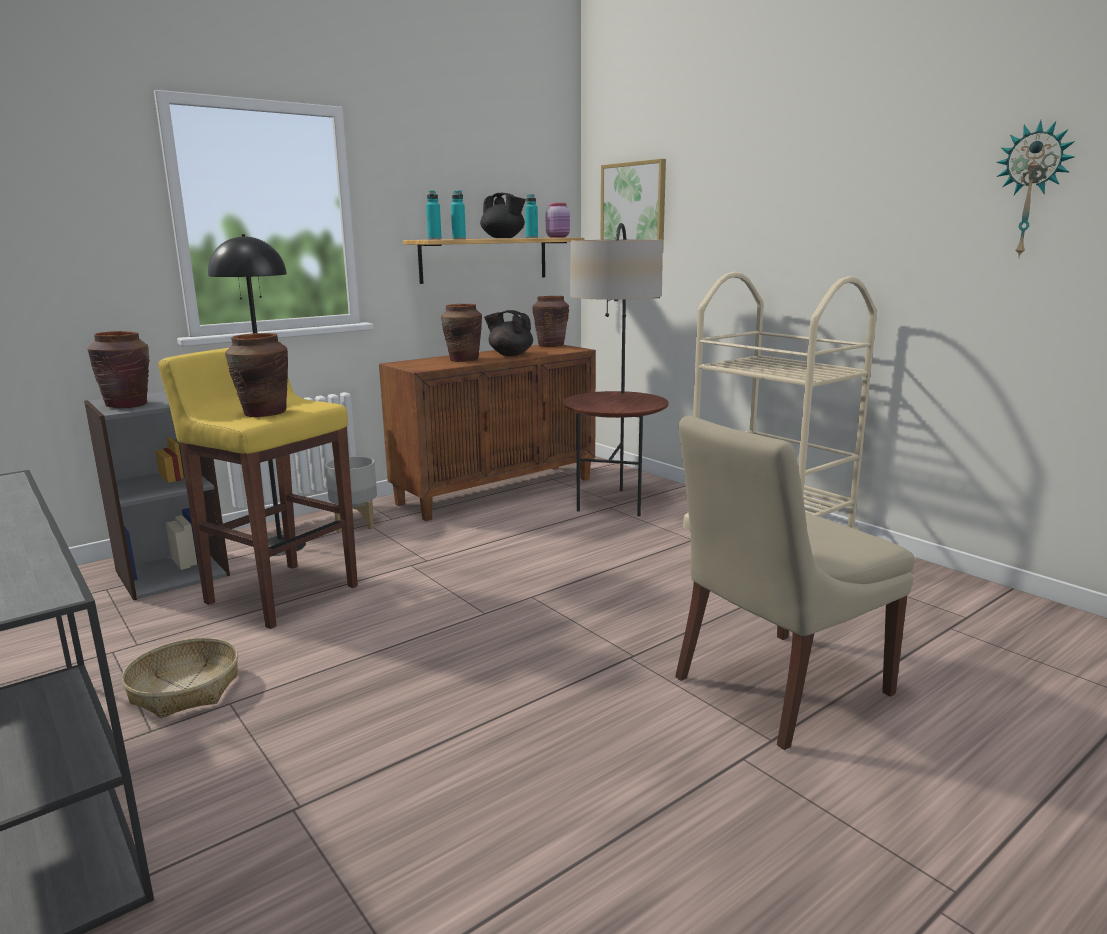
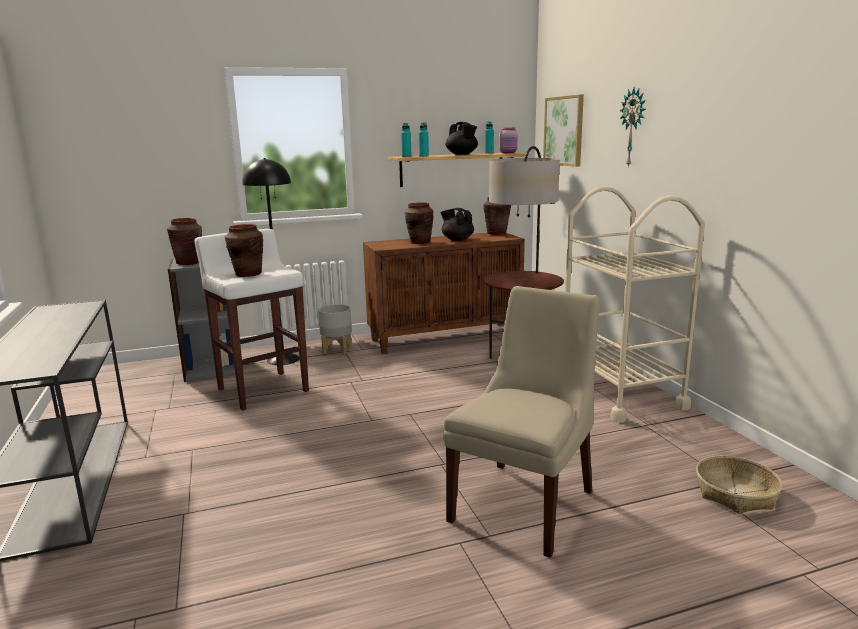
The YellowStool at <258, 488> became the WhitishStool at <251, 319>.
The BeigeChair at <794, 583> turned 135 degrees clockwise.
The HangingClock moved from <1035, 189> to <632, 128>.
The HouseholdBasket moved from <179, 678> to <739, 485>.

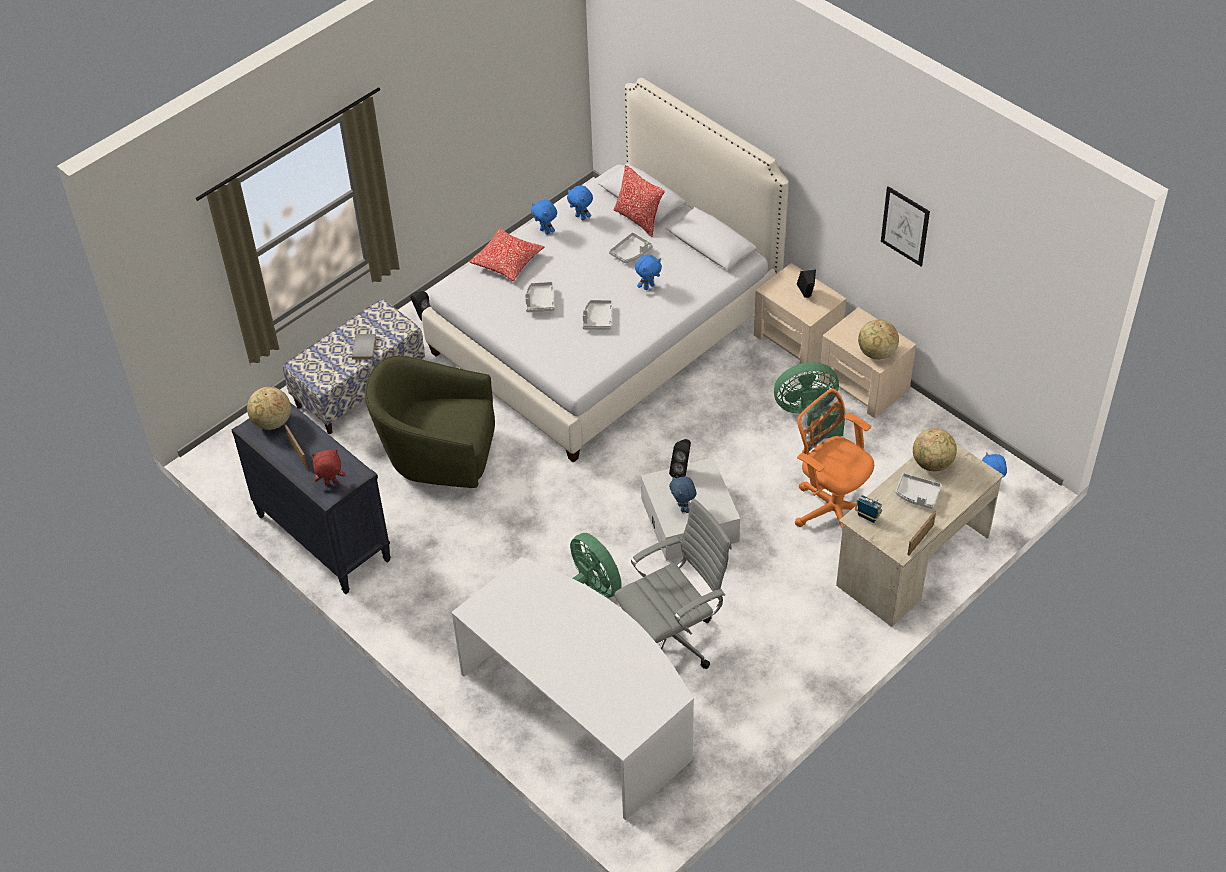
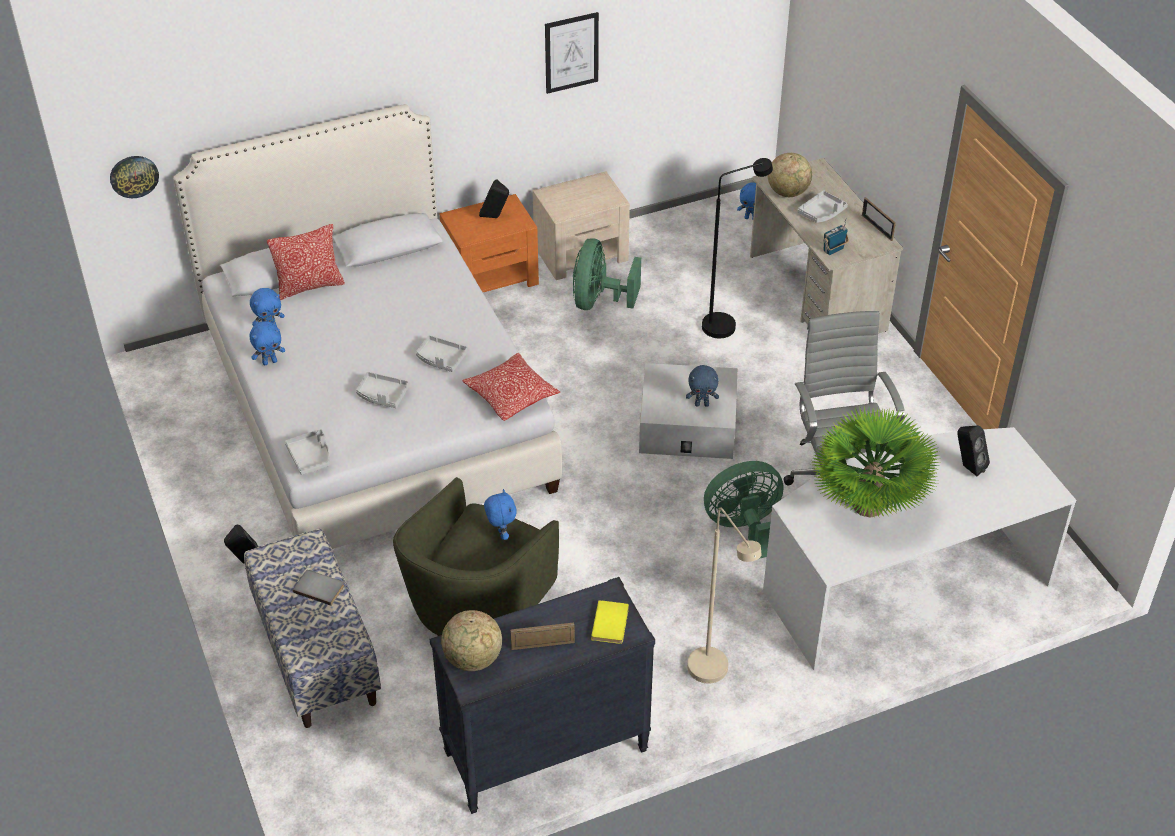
The HangingClock at <134, 177> appeared.
The GreyServingTray moved from <631, 247> to <307, 452>.
The BeigeNightstand at <800, 313> became the OrangeNightstand at <489, 243>.
The Pillow moved from <506, 254> to <511, 387>.
The BlueColouredSoftToy moved from <648, 272> to <500, 514>.
The RedColouredSoftToy at <328, 467> was replaced by the YellowVolume at <610, 622>.
The BeigeFloorLamp at <724, 595> appeared.
The OrangeDeskChair at <834, 459> was replaced by the BlackColouredFloorLamp at <737, 248>.
The Houseplant at <876, 462> appeared.
The BlackColouredLoudspeaker moved from <680, 458> to <973, 450>.
The WorldGlobe at <878, 340> disappeared.

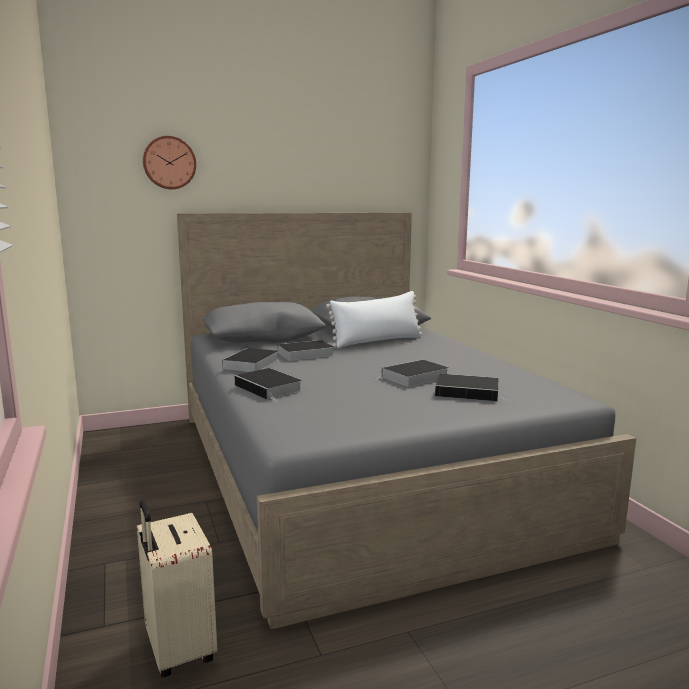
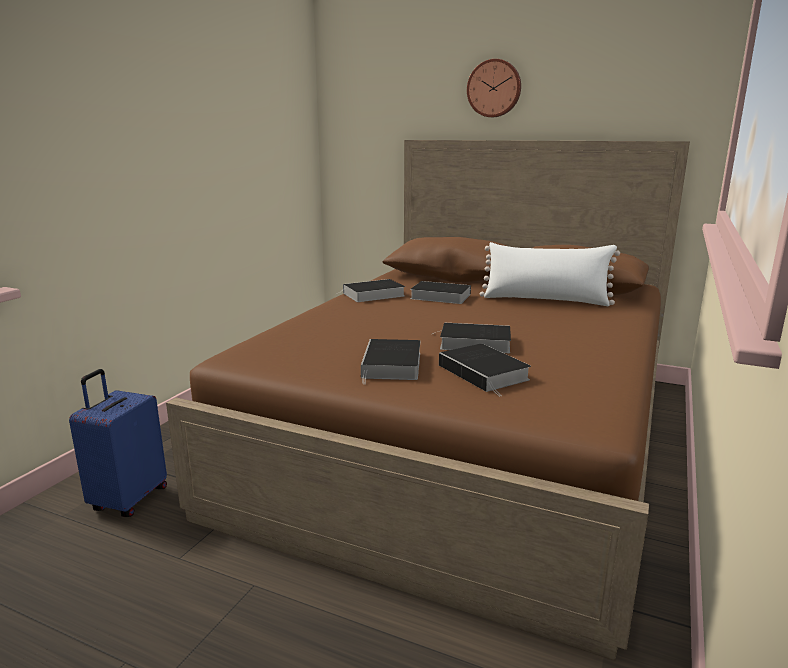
The BeigeTravelCase at <177, 588> became the BlueColouredTravelCase at <118, 443>.
The GreySleepingBed at <406, 421> became the BrownSleepingBed at <428, 400>.
The Volume moved from <268, 385> to <390, 361>.
The HangingClock moved from <169, 162> to <494, 88>.

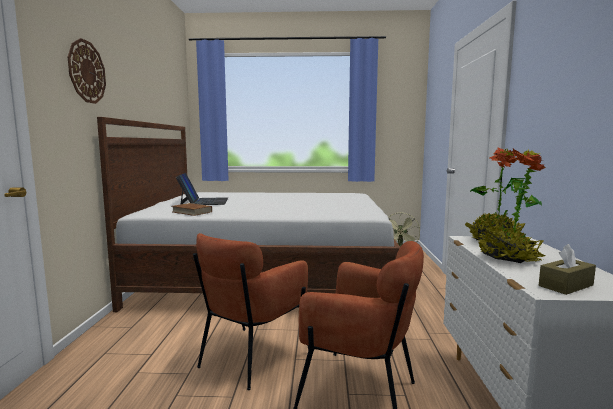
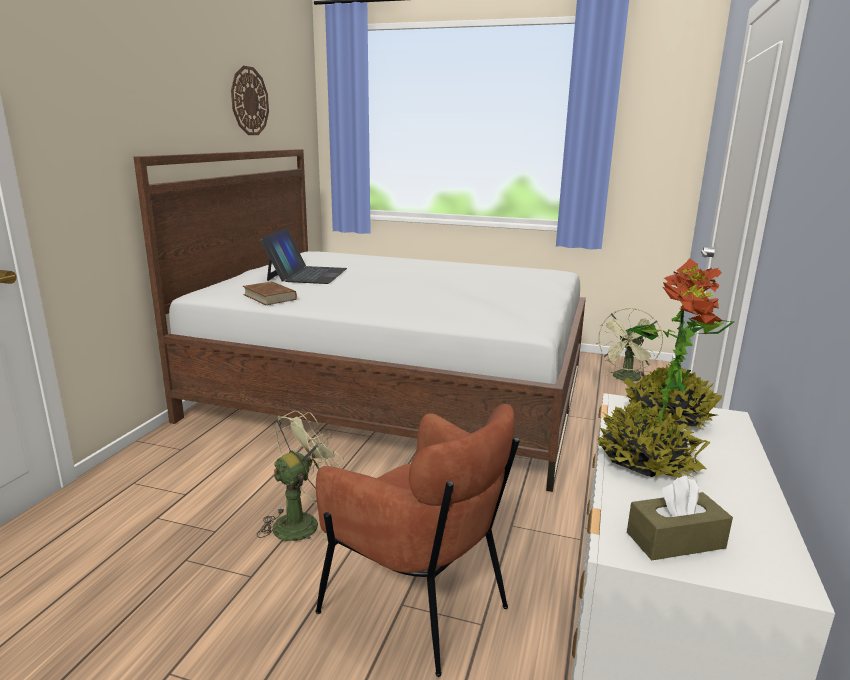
The HangingClock moved from <87, 71> to <250, 100>.
The BrownLoungeChair at <251, 311> was replaced by the GreenishCoolingFan at <300, 476>.

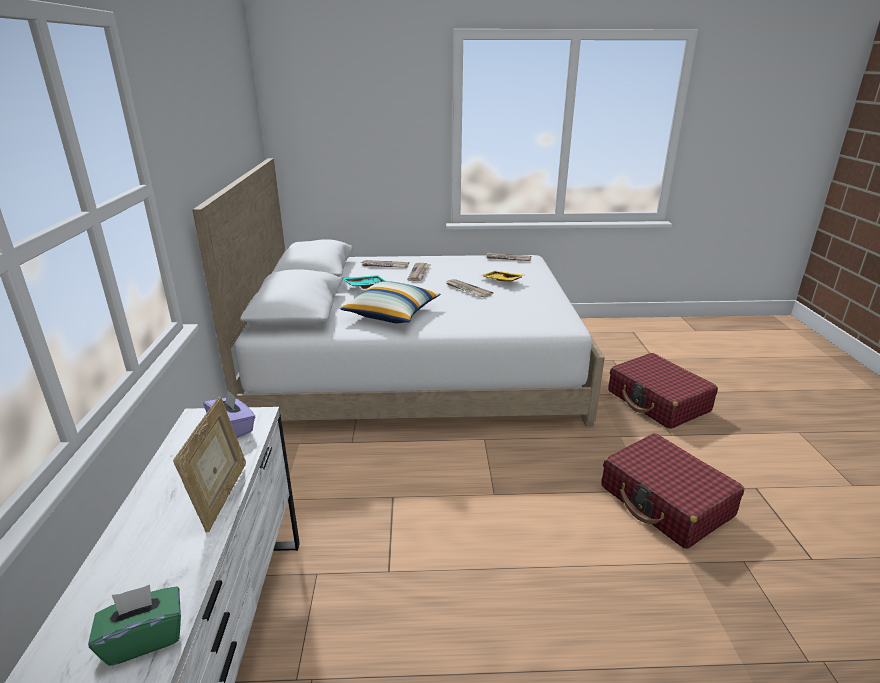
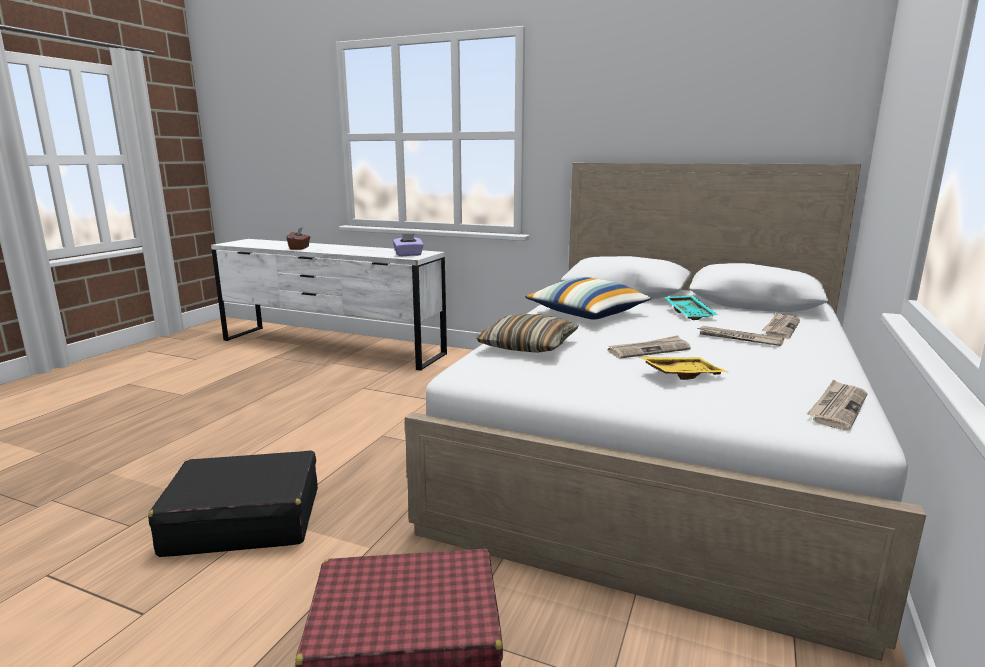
The RedColouredTravelCase at <672, 491> became the BlackColouredTravelCase at <233, 503>.
The GreenishTissueHolder at <134, 625> became the BrownTissueHolder at <298, 238>.
The Pillow at <527, 333> appeared.
The PictureFrame at <209, 464> disappeared.

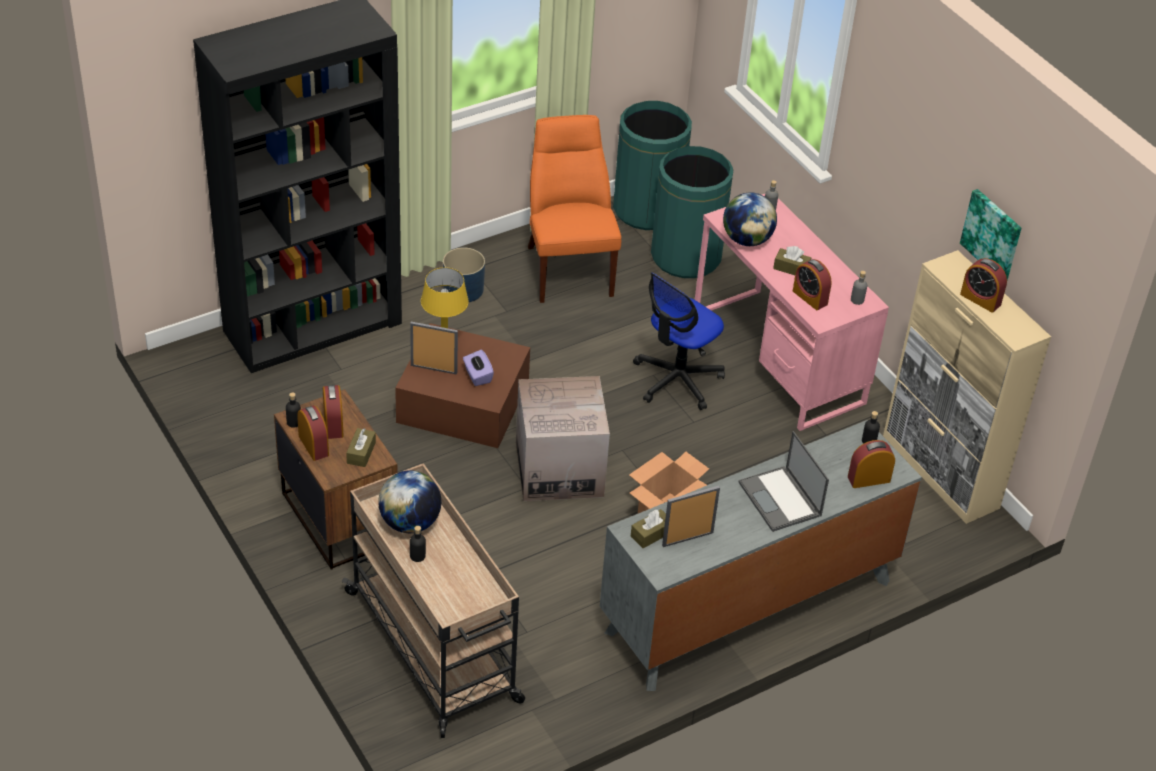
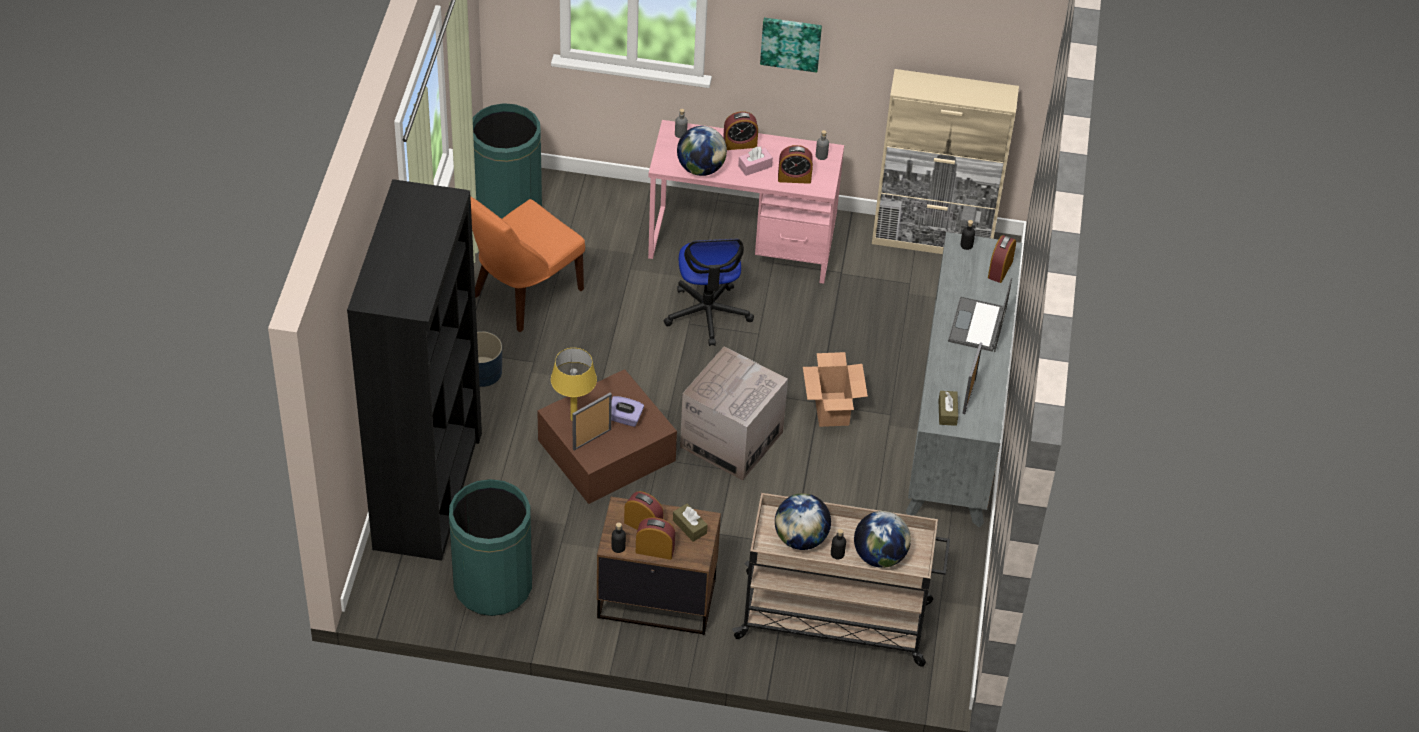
The GreenishWasteBin moved from <692, 212> to <490, 547>.
The OrangeChair at <574, 209> turned 75 degrees counterclockwise.
The AlarmClock moved from <983, 285> to <740, 130>.
The BrownTissueHolder at <792, 260> became the PinkColouredTissueHolder at <755, 161>.
The WallArt moved from <990, 234> to <791, 45>.
The WorldGlobe at <882, 539> appeared.
The NotebookComputer at <783, 481> turned 90 degrees clockwise.

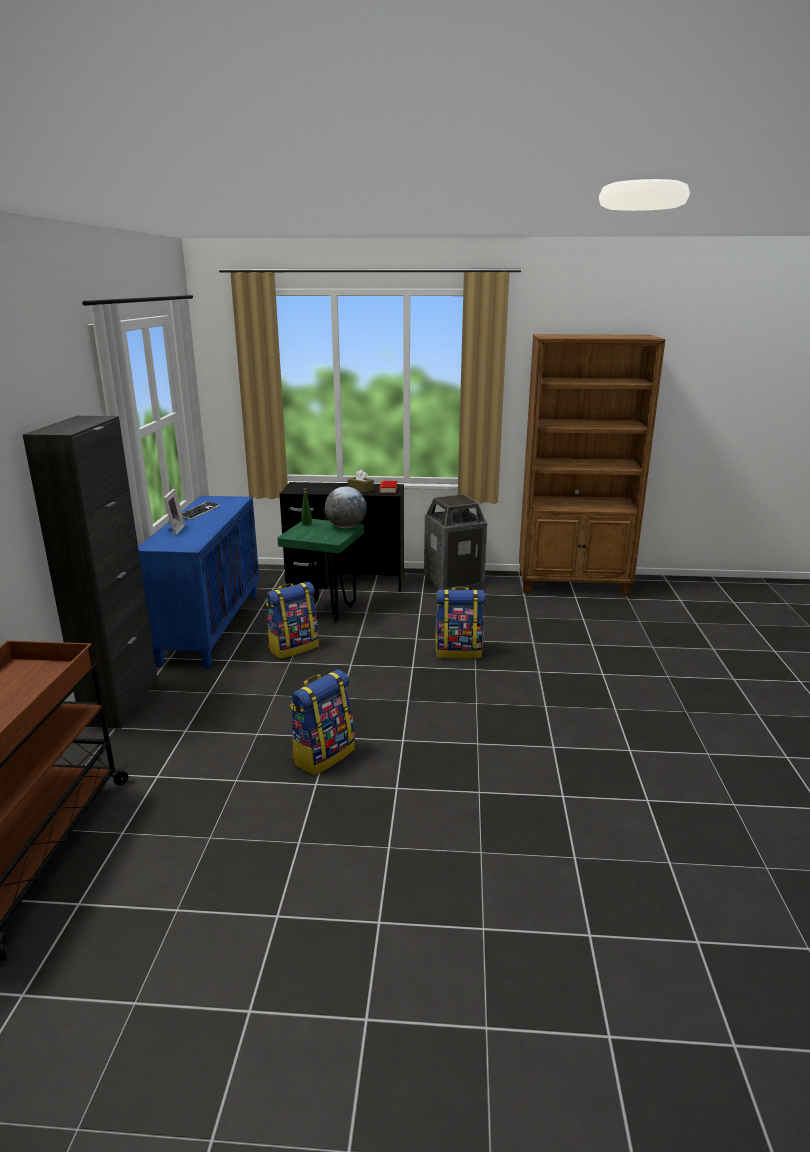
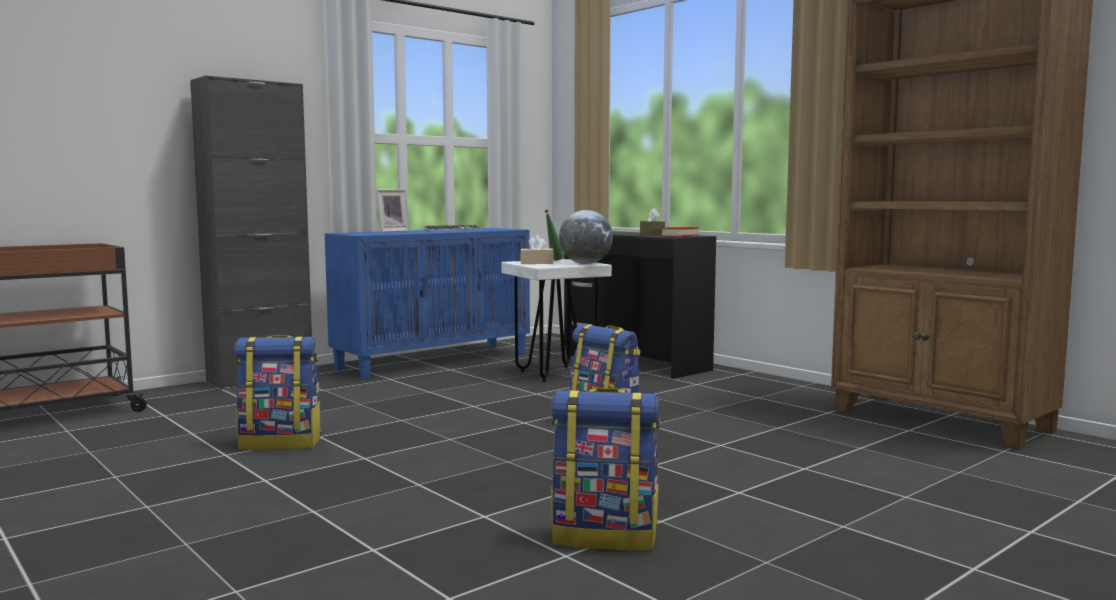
The GreenishStool at <320, 571> became the WhitishStool at <556, 320>.
The BeigeTissueHolder at <537, 249> appeared.
The Knapsack moved from <292, 620> to <605, 469>.
The WasteBin at <455, 542> disappeared.

